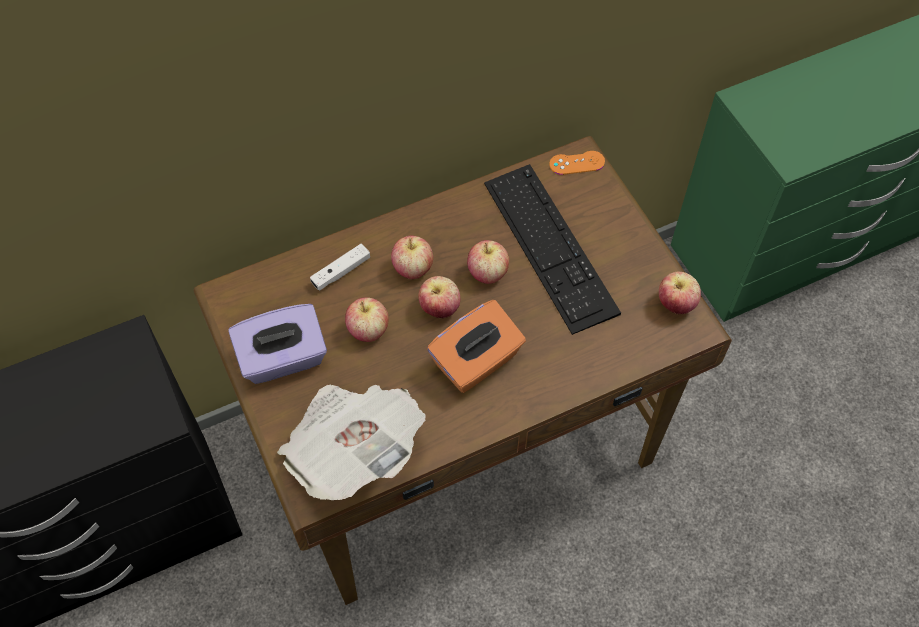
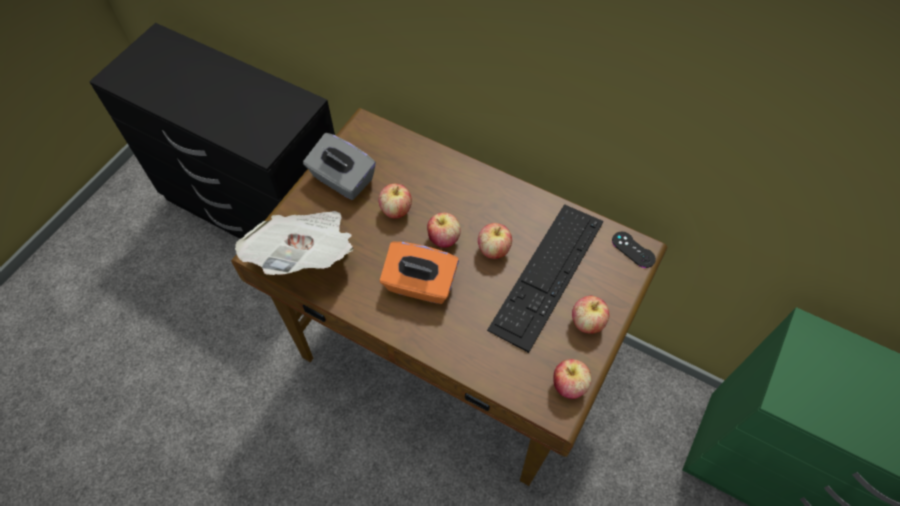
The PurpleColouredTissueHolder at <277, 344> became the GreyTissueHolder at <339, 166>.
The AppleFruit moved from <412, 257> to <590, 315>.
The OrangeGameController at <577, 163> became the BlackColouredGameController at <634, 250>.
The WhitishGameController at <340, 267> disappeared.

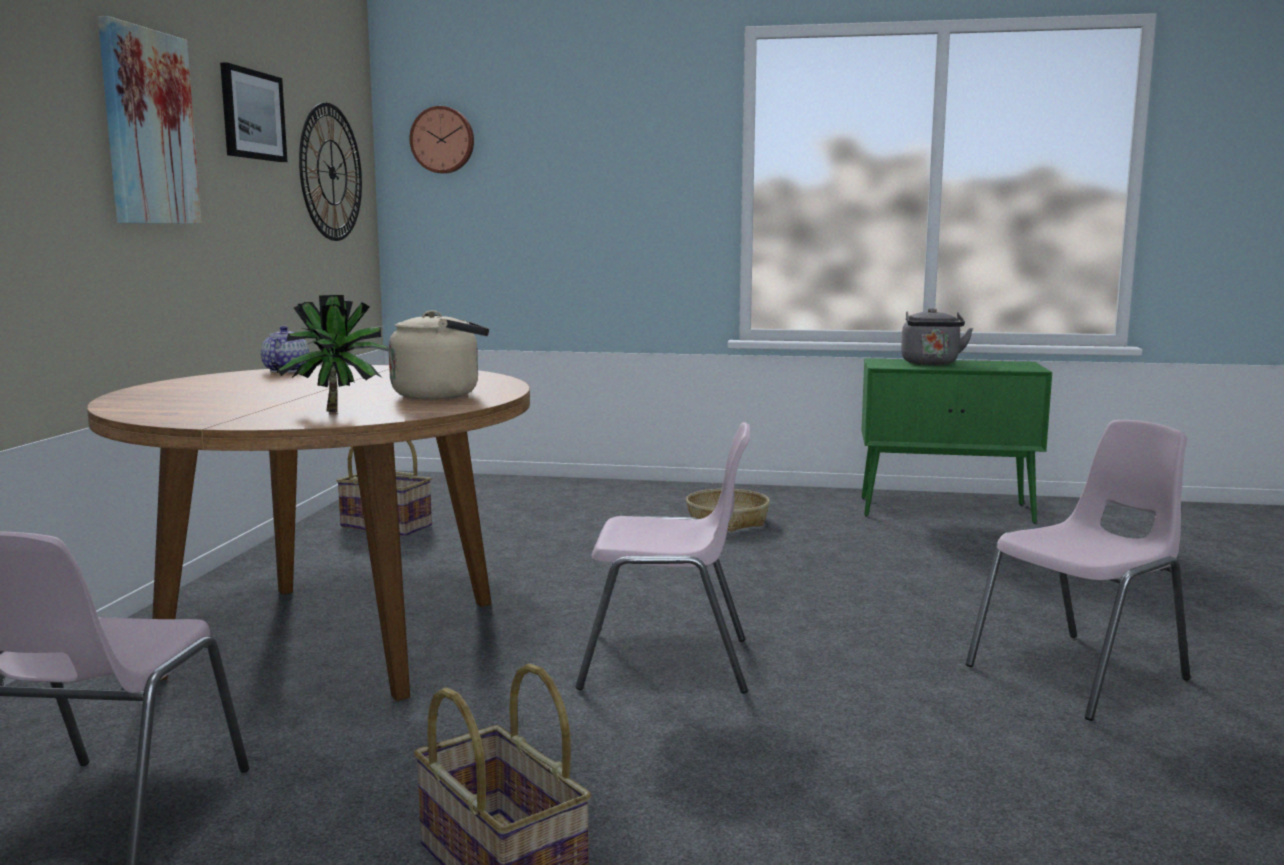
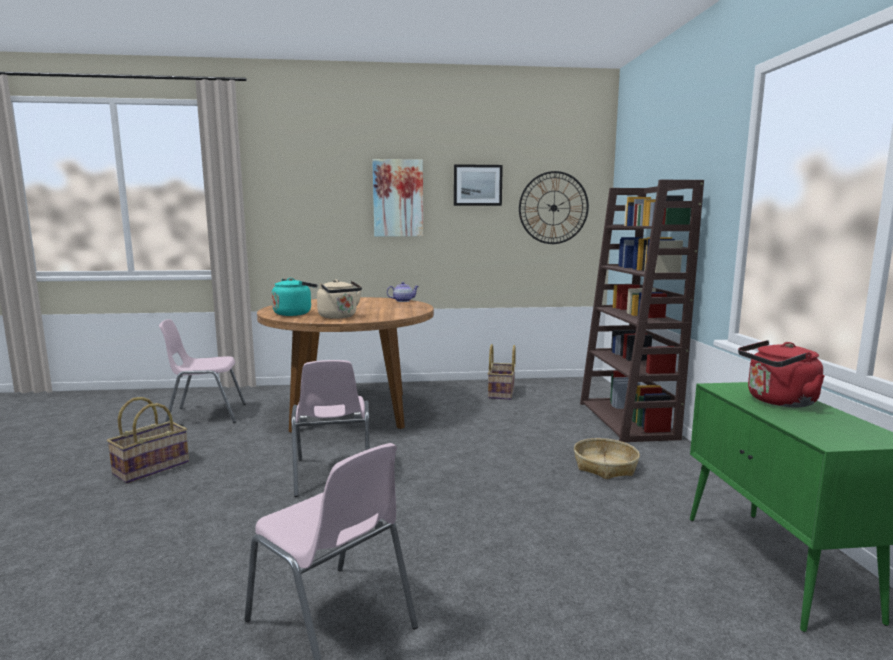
The Houseplant at <333, 353> was replaced by the BlueGreenWaterKettle at <295, 297>.
The BrownBookcase at <642, 311> appeared.
The GreyWaterKettle at <937, 336> became the RedColouredWaterKettle at <781, 373>.
The HangingClock at <441, 140> disappeared.

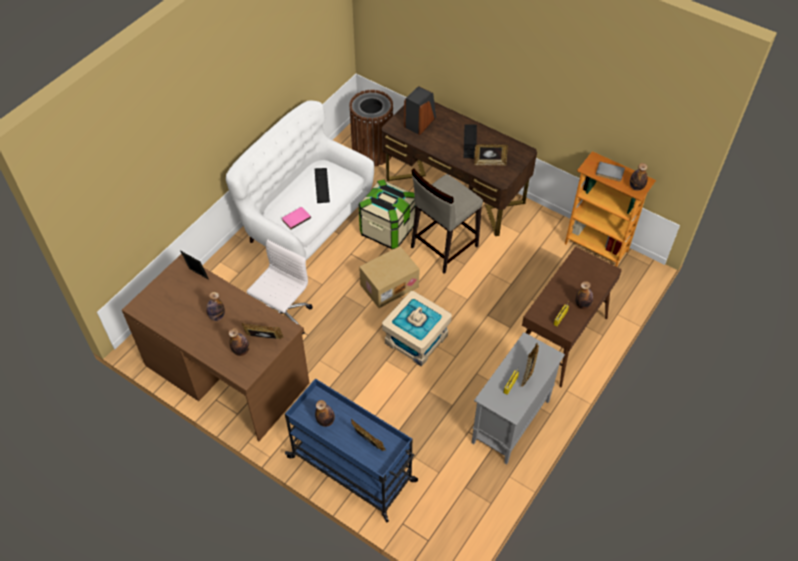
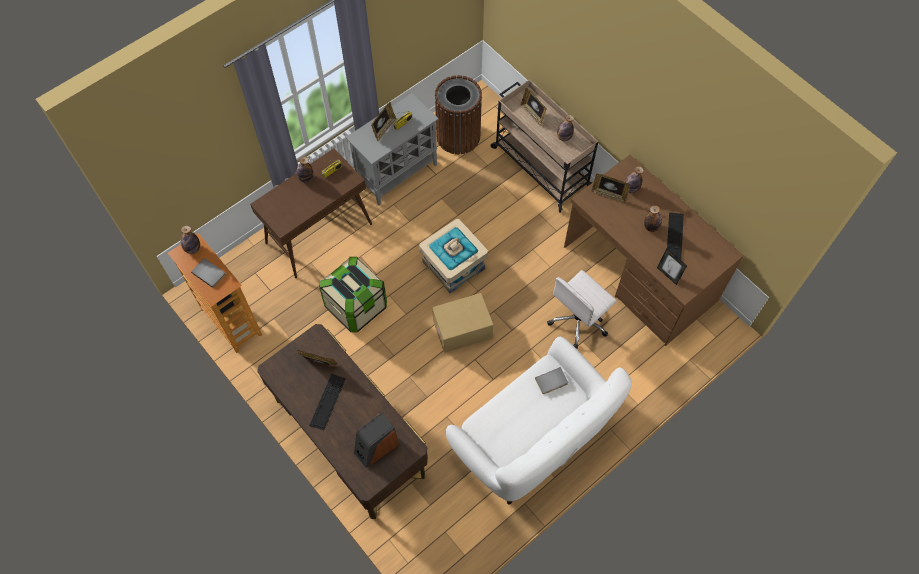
The StorageContainer moved from <387, 214> to <353, 294>.
The BrownWasteBin moved from <371, 128> to <458, 114>.
The BlueColouredCart at <351, 450> became the BeigeCart at <545, 146>.
The PinkColouredVolume at <296, 218> became the GreyVolume at <551, 380>.
The PcKeyboard moved from <322, 185> to <675, 236>.
The BeigeStool at <447, 221> disappeared.

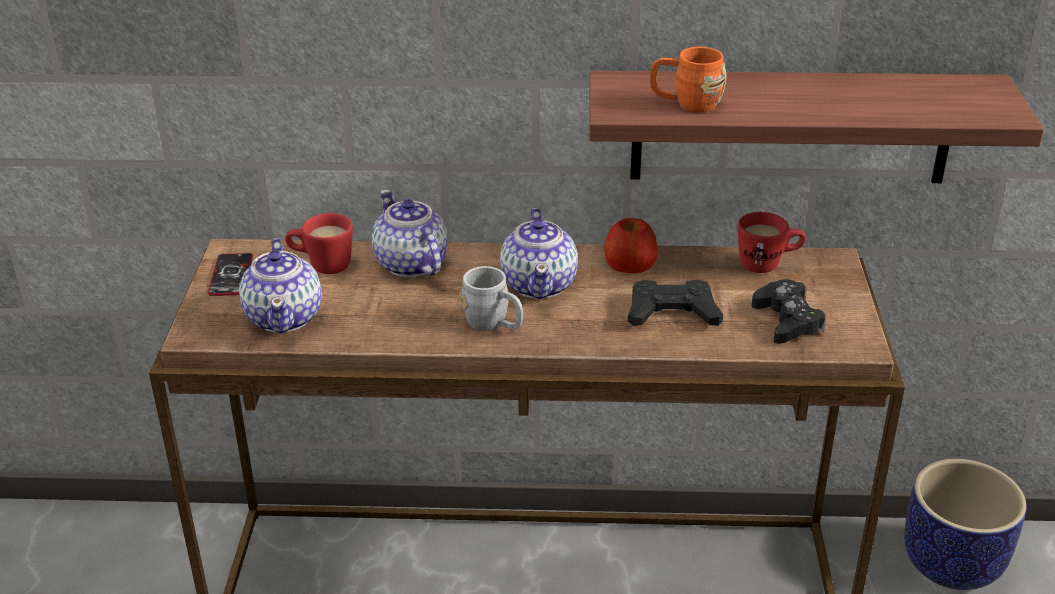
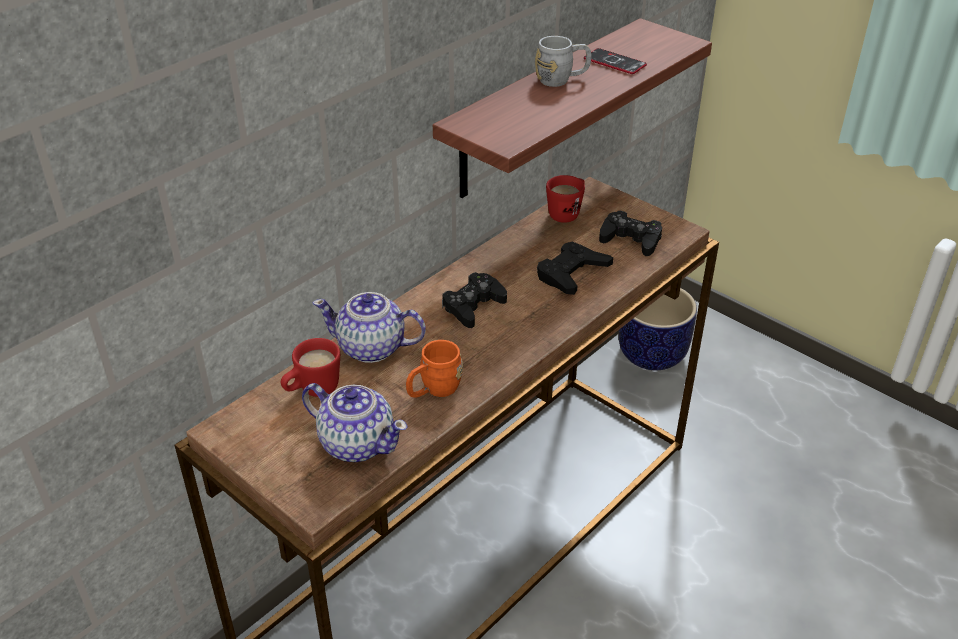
The OrangeCoffeeMug moved from <688, 80> to <434, 368>.
The Teapot at <539, 253> was replaced by the BlackColouredGameController at <474, 300>.
The GreyCoffeeMug moved from <491, 298> to <563, 61>.
The Phone moved from <230, 274> to <615, 61>.
The AppleFruit at <631, 245> disappeared.

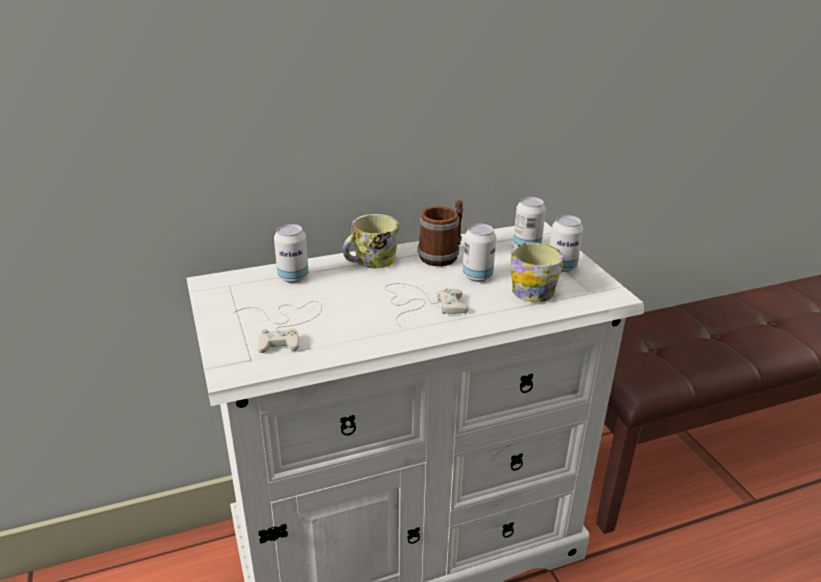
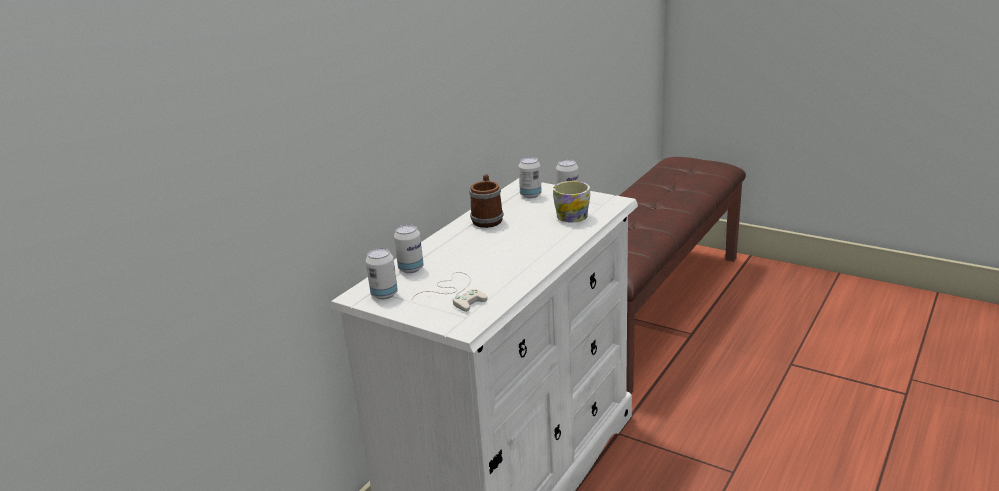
The MetalCan moved from <479, 253> to <382, 274>.
The CoffeeMug at <371, 241> disappeared.
The WhitishGameController at <427, 306> disappeared.

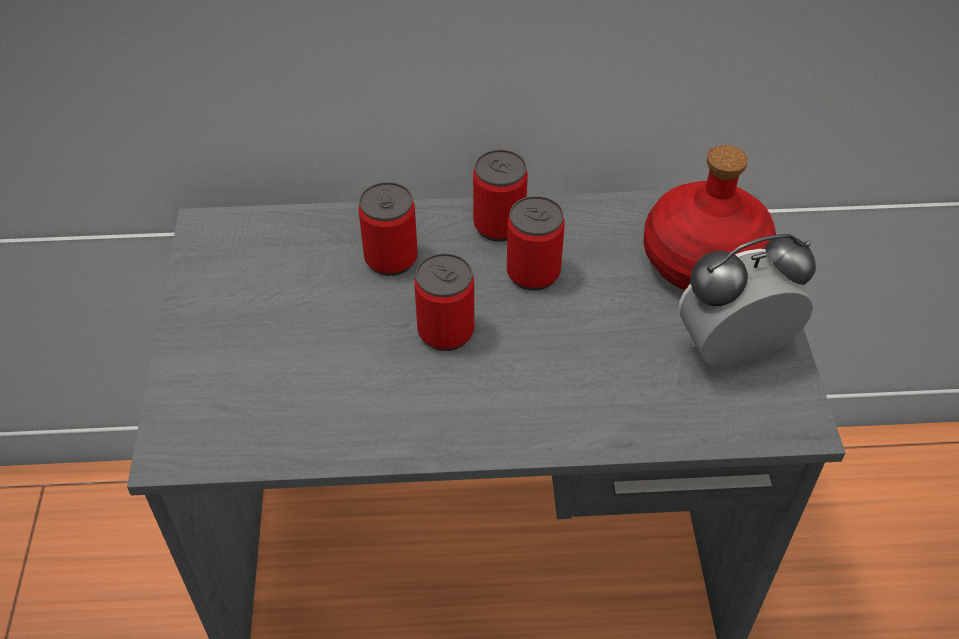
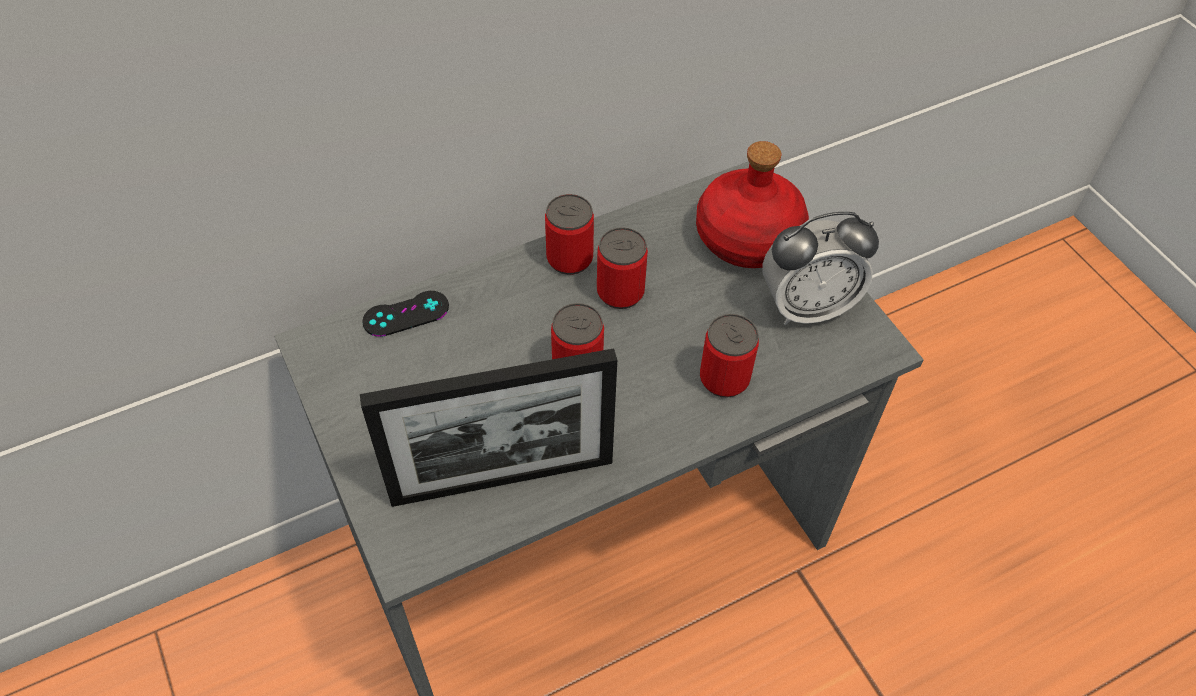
The PictureFrame at <488, 427> appeared.
The BlackColouredGameController at <405, 314> appeared.
The MetalCan moved from <388, 229> to <729, 356>.
The AlarmClock at <747, 301> turned 150 degrees counterclockwise.

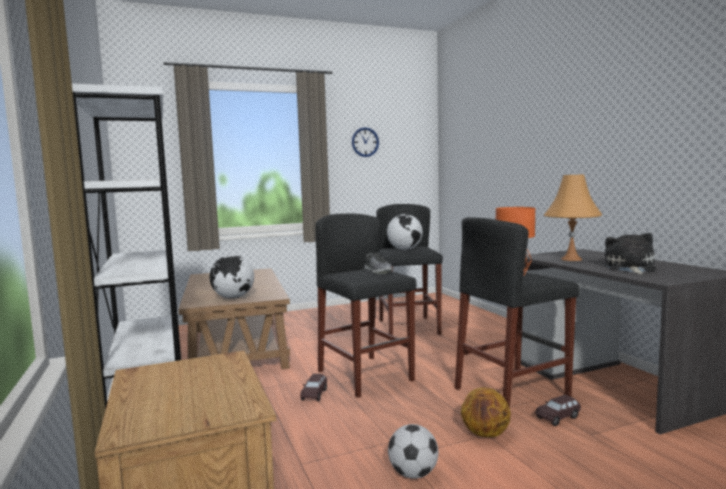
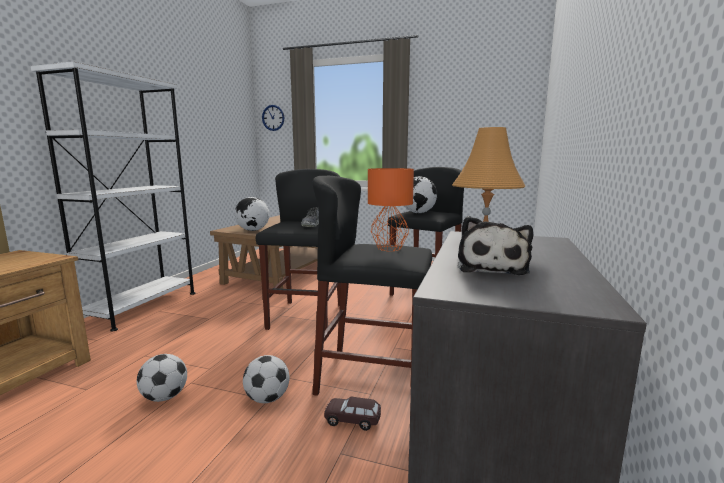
The Basketball at <486, 412> was replaced by the BallForFootball at <266, 379>.
The HangingClock moved from <365, 142> to <273, 118>.
The SoftToy at <630, 254> turned 135 degrees clockwise.
The BrownToyCar at <313, 387> disappeared.

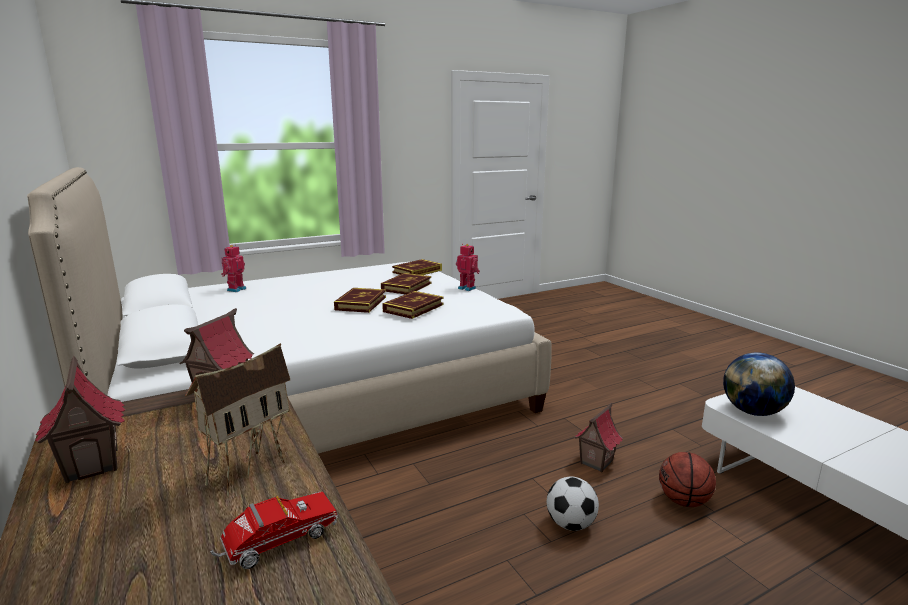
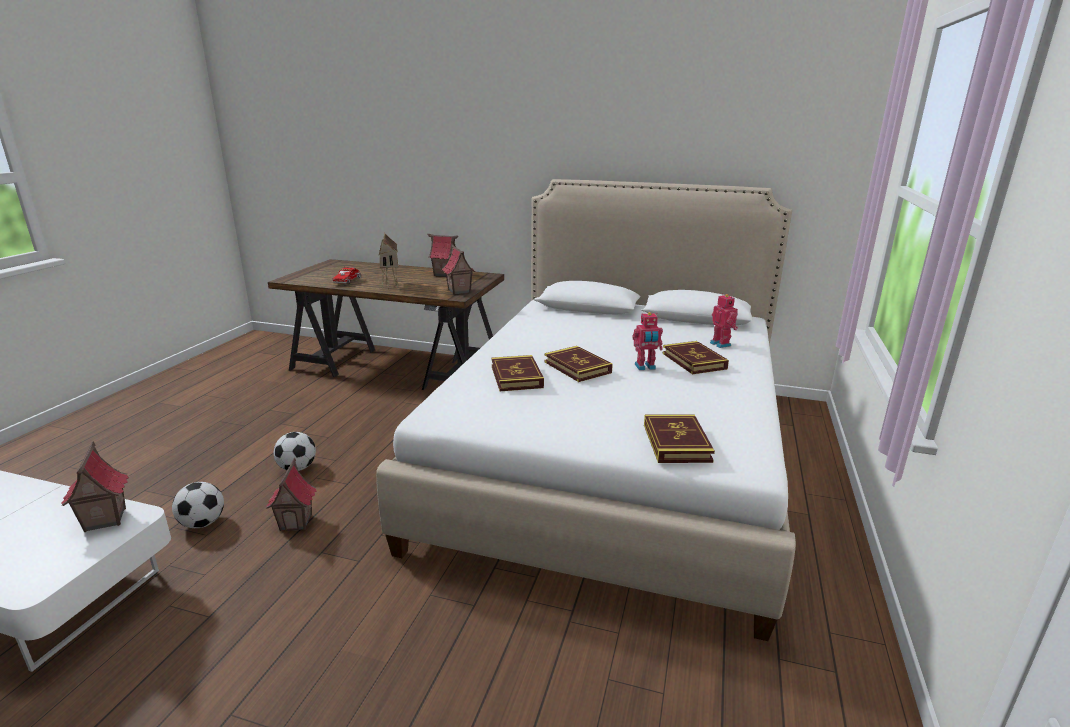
The WorldGlobe at <759, 384> was replaced by the MiniatureHouse at <95, 486>.
The Basketball at <687, 479> was replaced by the BallForFootball at <198, 505>.
The ToyRobot moved from <468, 267> to <647, 341>.
The Volume moved from <406, 284> to <696, 357>.

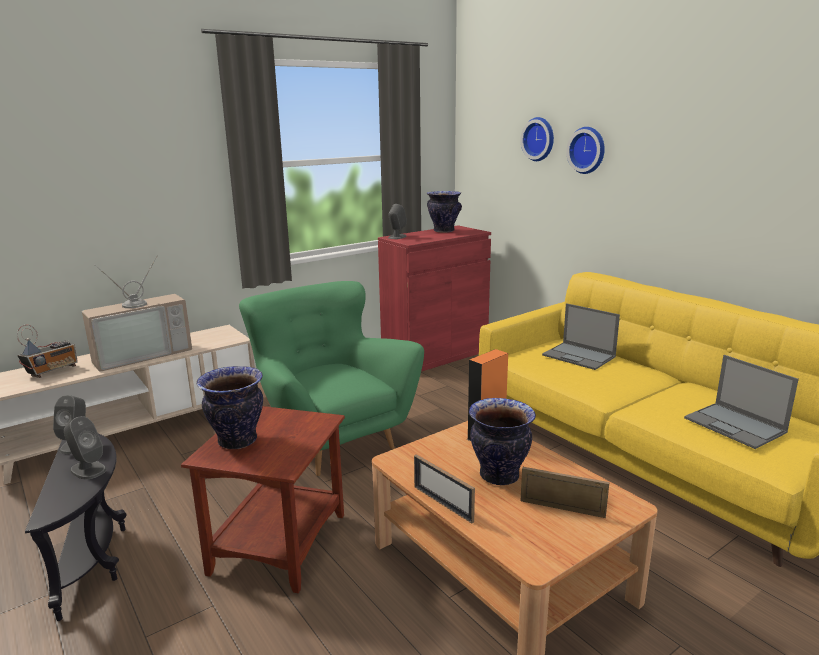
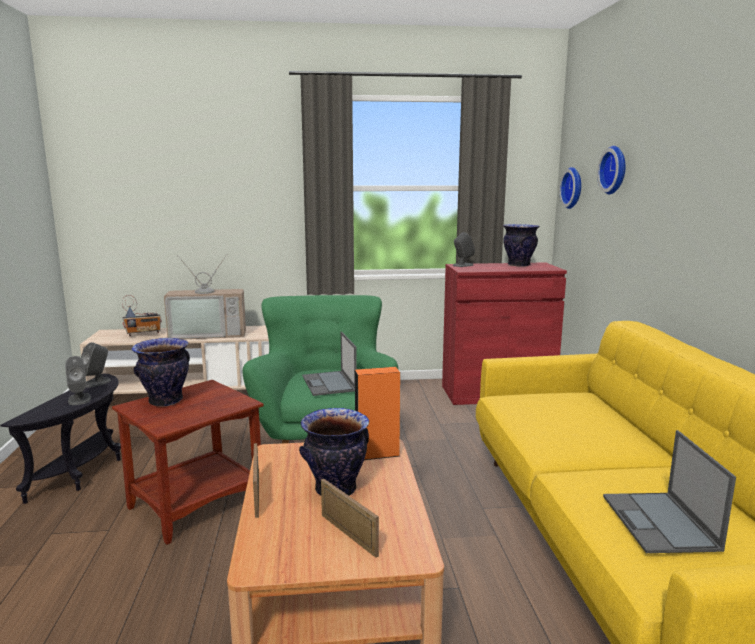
The NotebookComputer moved from <581, 336> to <329, 364>.
The HangingClock moved from <585, 150> to <570, 188>.

